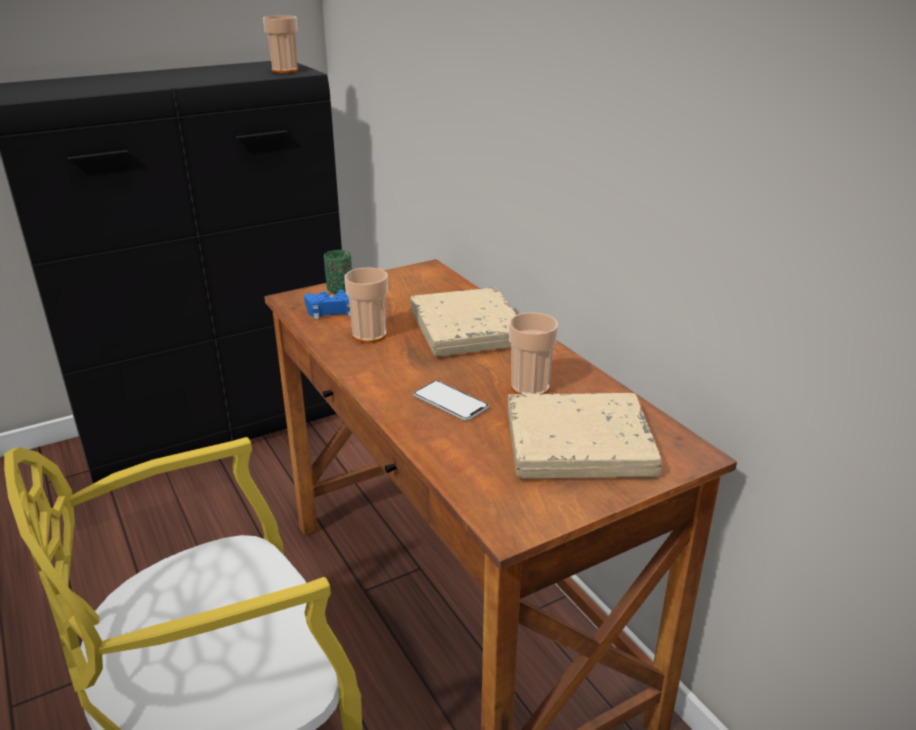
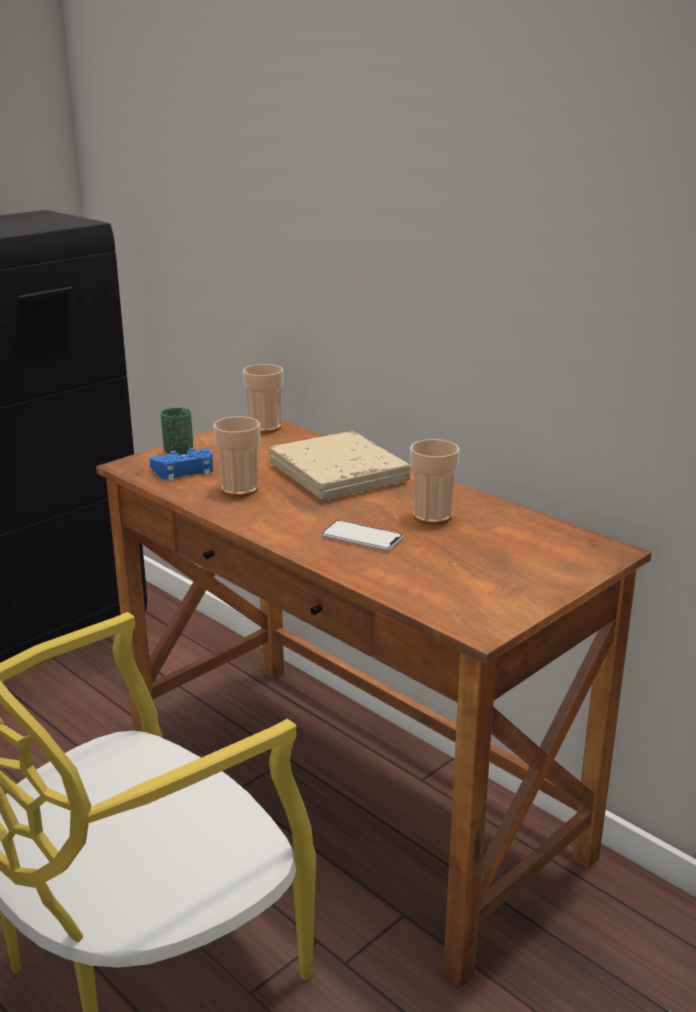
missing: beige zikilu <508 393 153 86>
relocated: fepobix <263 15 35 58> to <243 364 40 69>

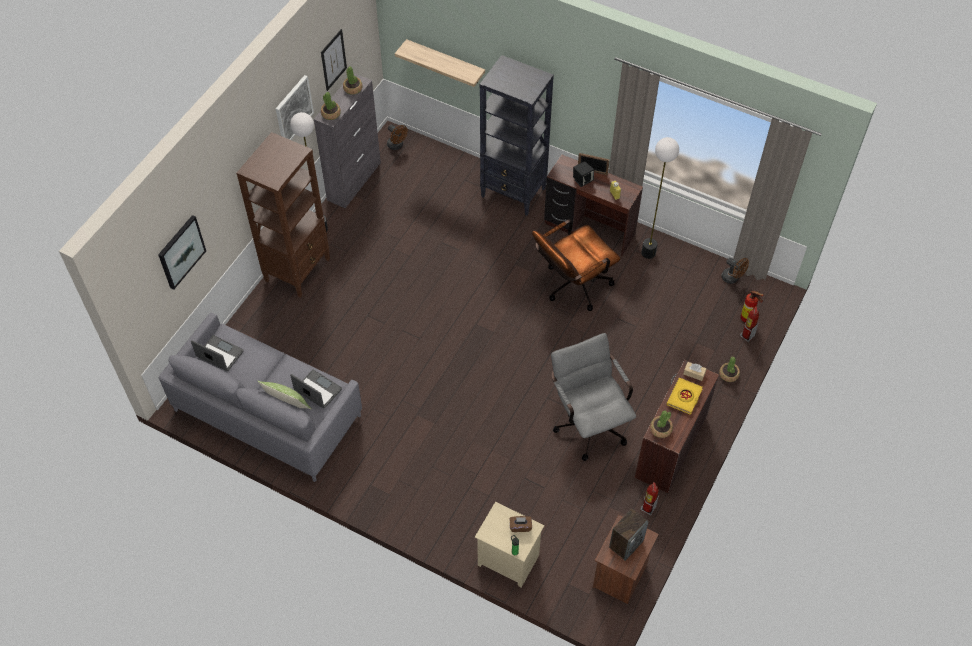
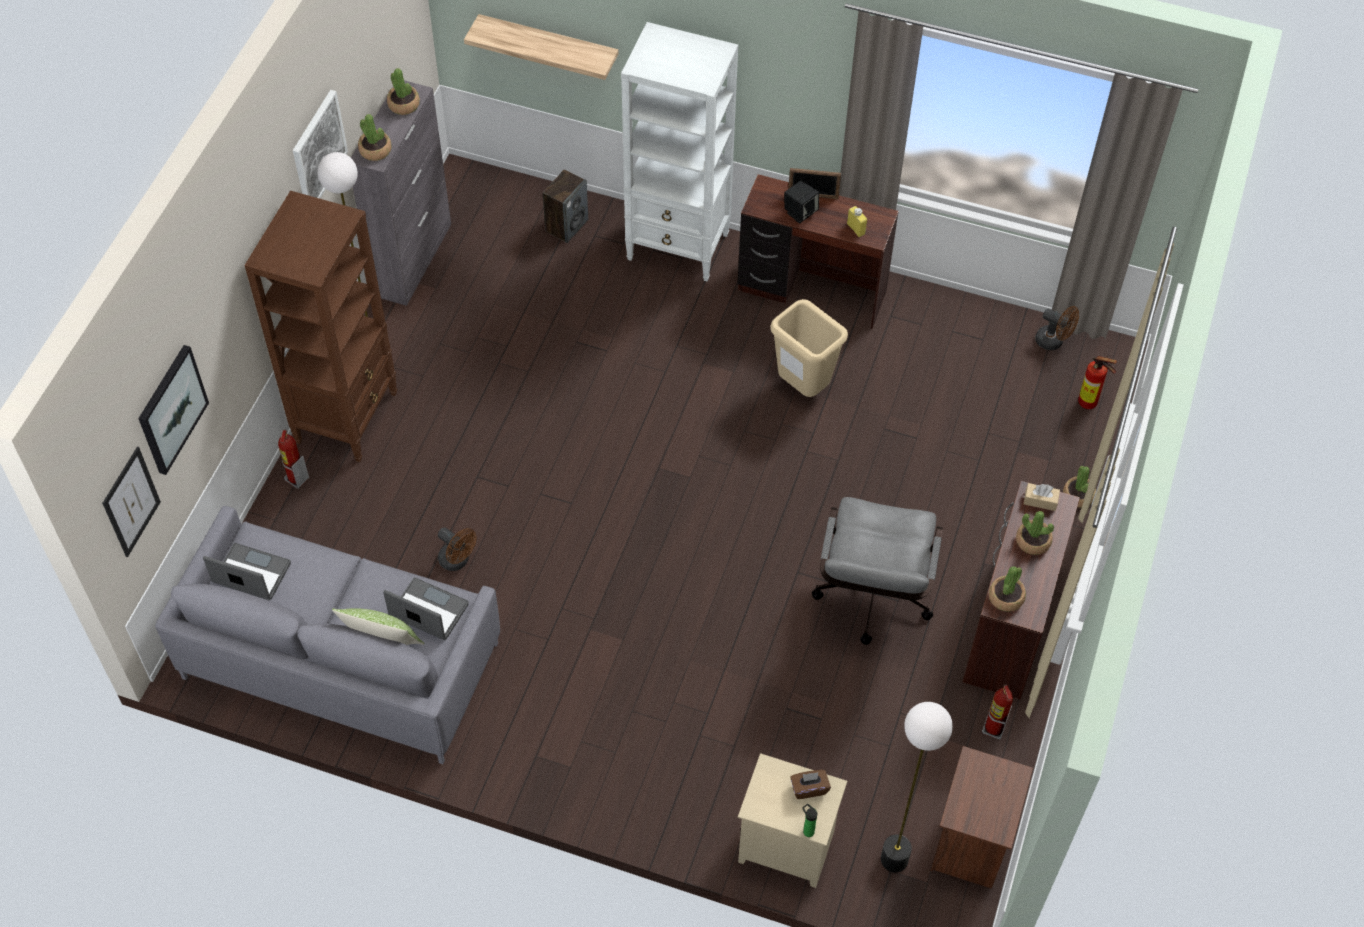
relocated: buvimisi <321 29 26 62> to <102 447 59 110>; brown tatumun <387 124 21 26> to <438 527 38 44>; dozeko <609 508 40 53> to <543 170 45 73>; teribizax <641 137 38 122> to <881 702 72 170>; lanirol <740 307 19 35> to <278 430 31 59>
exchanged: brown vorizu <532 219 88 92> to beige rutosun <770 299 78 98>; yellow zikilu <667 377 36 38> to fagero <1016 511 38 44>
colour: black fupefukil <480 55 74 161> to white fupefukil <621 22 117 260>
spun: grey vorizu <551 333 85 128> = <812 497 131 148> 135 degrees counterclockwise

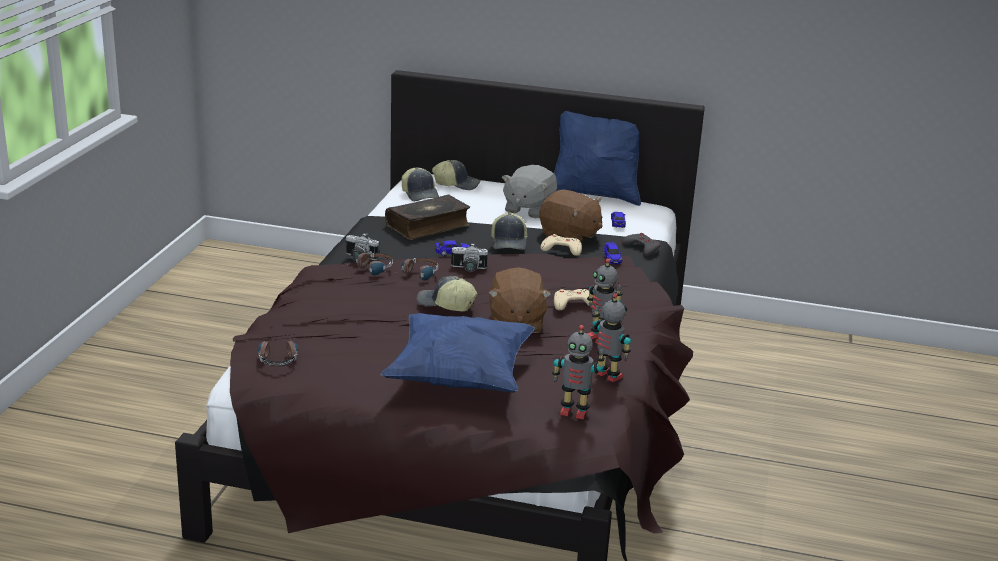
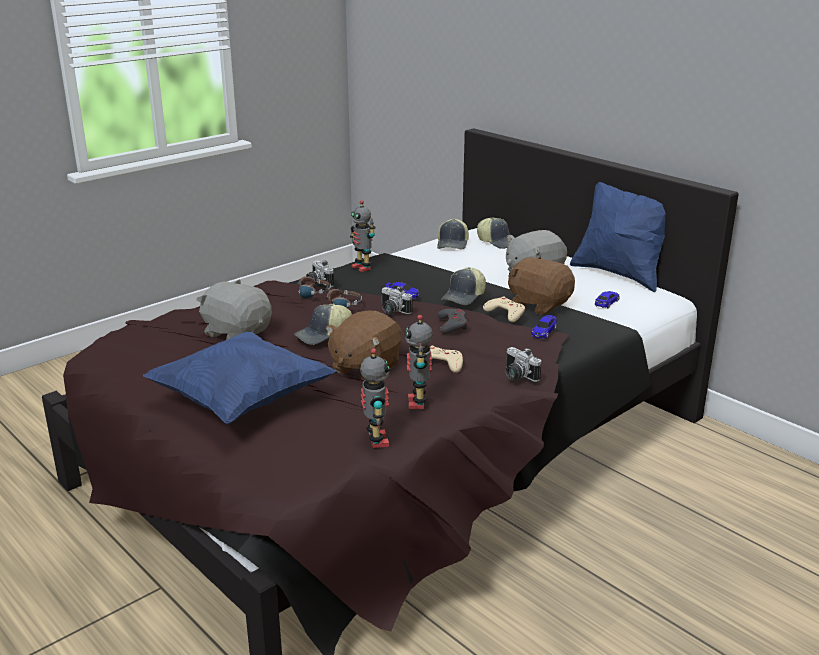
missing: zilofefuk <258 341 40 26>; zikilu <385 194 85 46>
appeared: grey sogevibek <197 279 75 61>; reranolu <506 347 35 35>
relocated: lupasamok <552 325 53 94> to <350 200 26 72>; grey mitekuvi <622 233 38 24> to <437 308 31 26>
spun: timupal <417 276 61 35> = <294 304 58 41> 90 degrees counterclockwise; brown sogevibek <539 190 64 52> = <508 256 67 59> 150 degrees clockwise

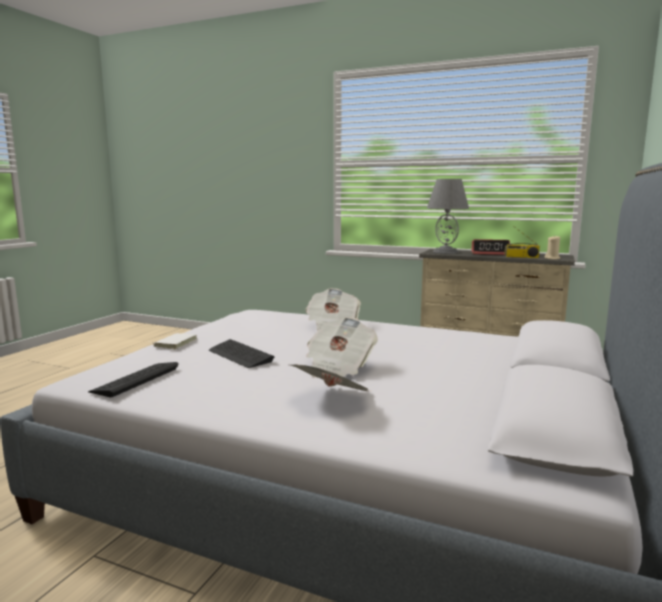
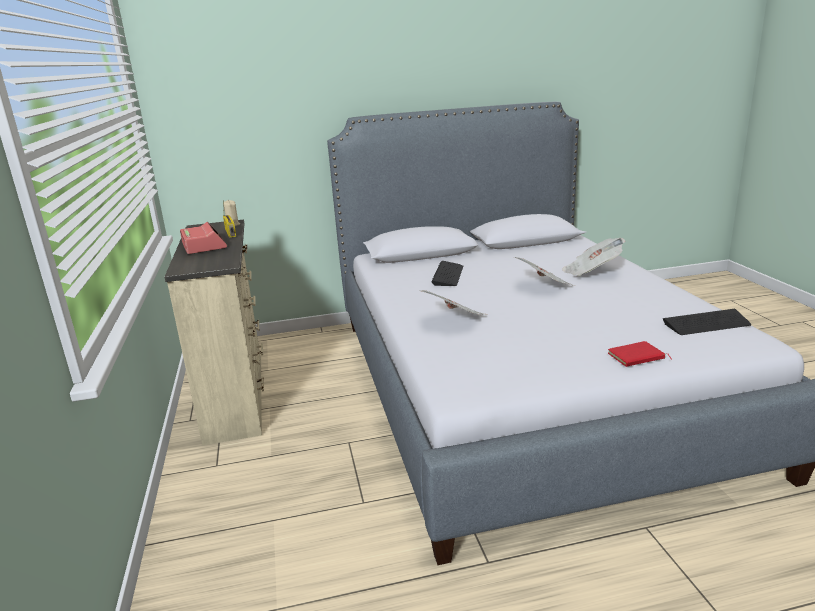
missing: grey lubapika <427 179 42 74>
relocated: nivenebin <209 339 66 29> to <431 261 32 25>
colour: white zikilu <152 333 45 16> to red zikilu <608 341 64 26>

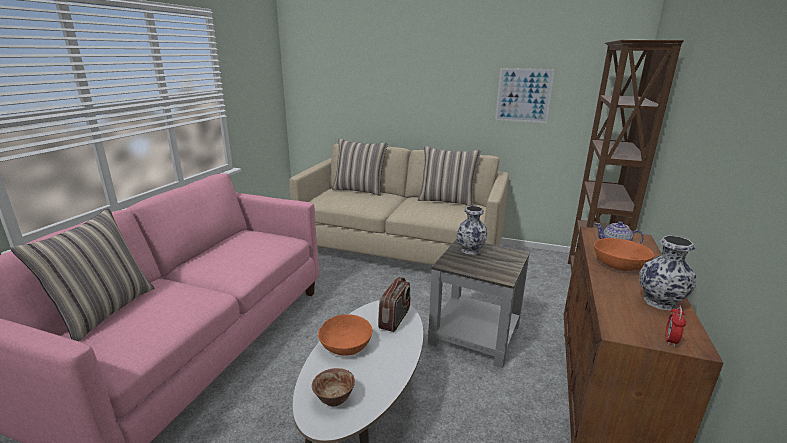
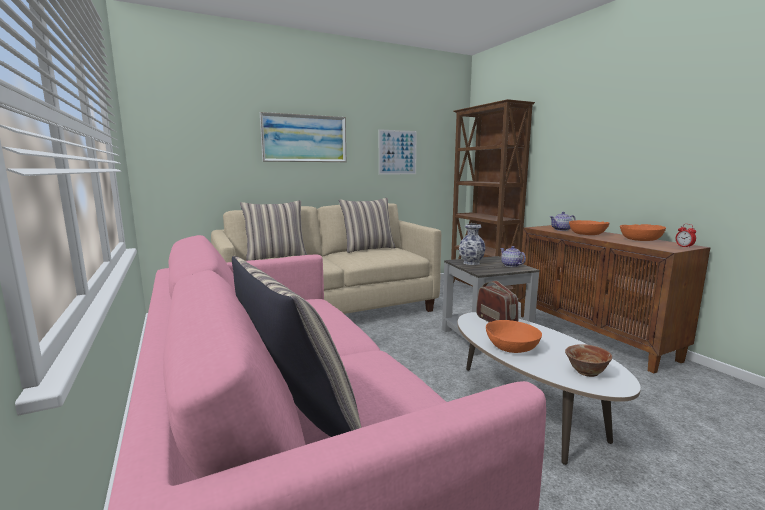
appeared: buvimisi <260 112 86 50>; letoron <500 246 26 21>
exchanged: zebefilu <639 236 57 75> to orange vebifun <620 224 46 17>

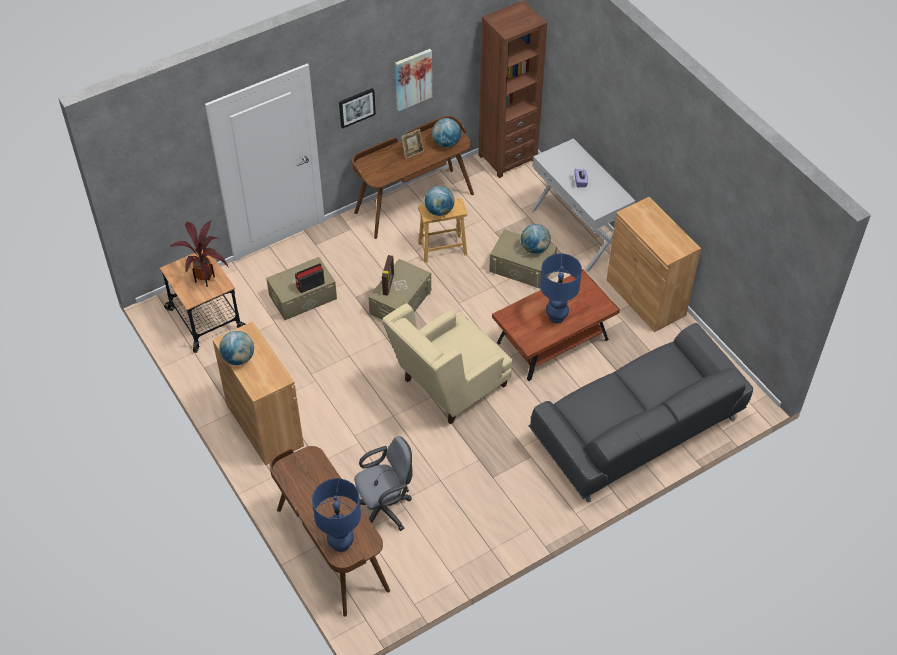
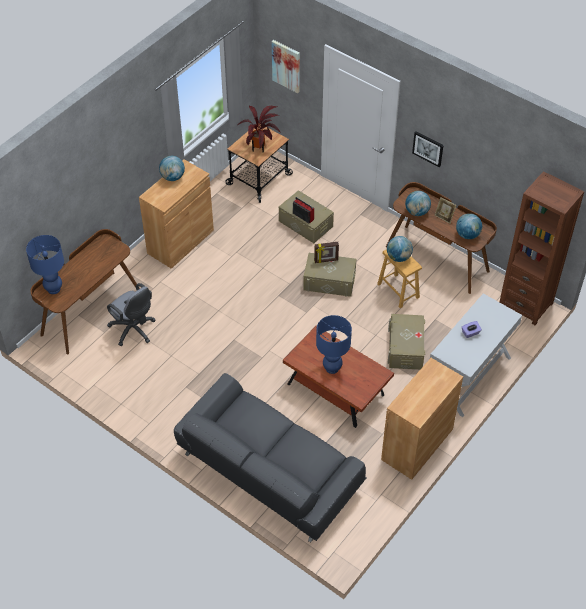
missing: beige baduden <382 303 130 121>
relocated: buvimisi <395 49 37 62> to <272 40 28 53>; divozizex <521 224 30 30> to <405 191 26 25>

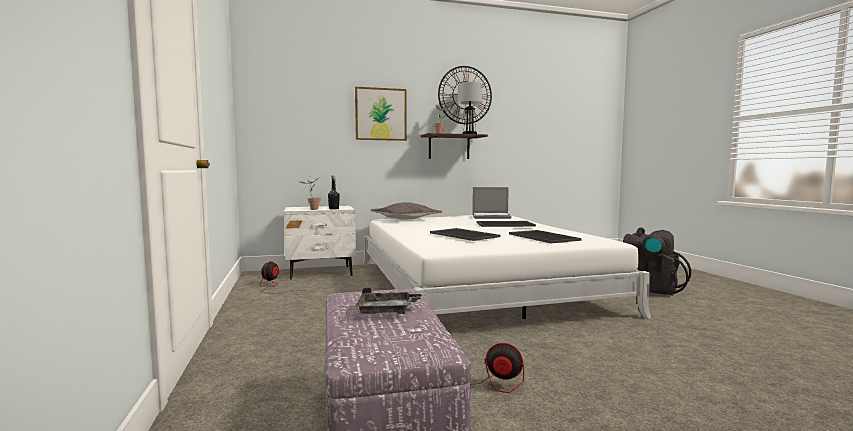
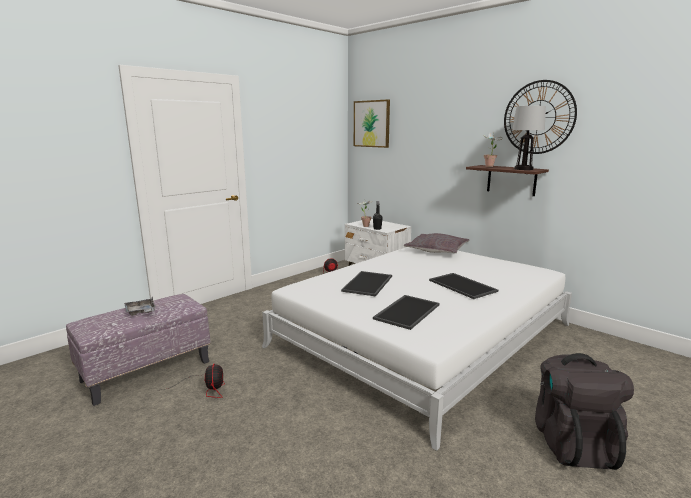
missing: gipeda <472 187 40 32>
relocated: buvimisi <355 87 52 54> to <354 99 36 49>

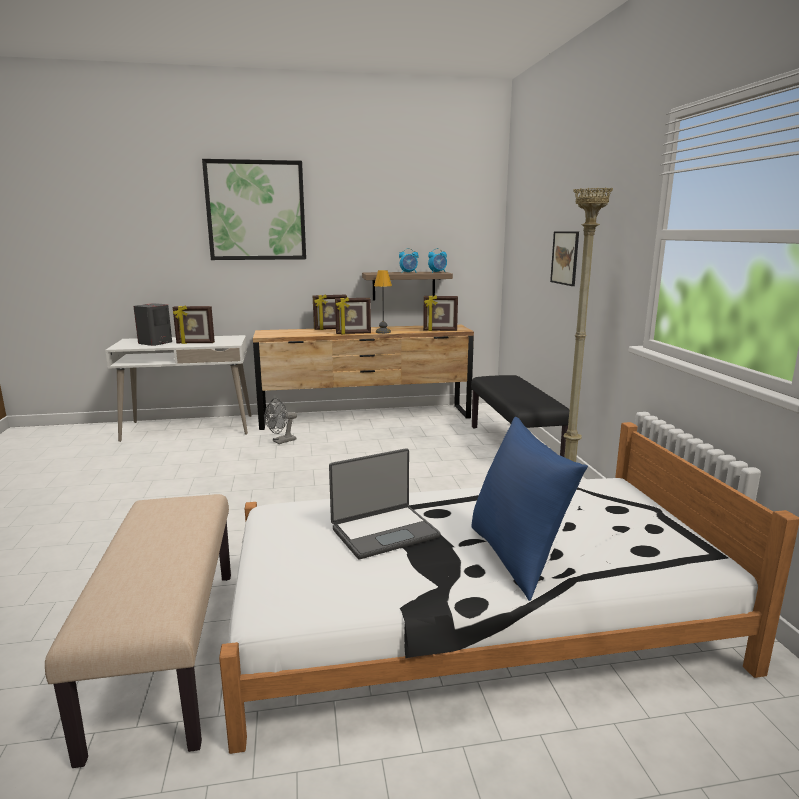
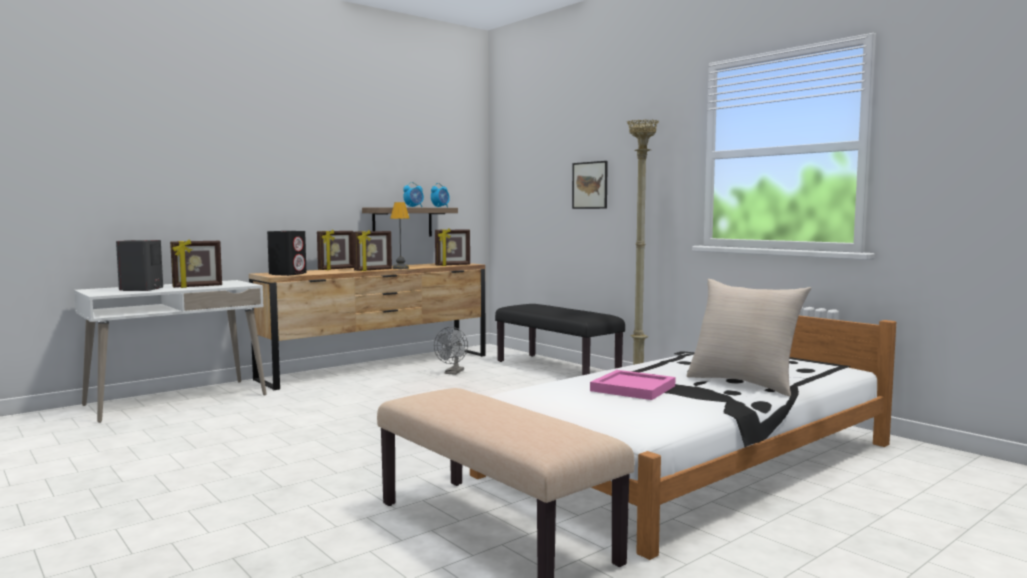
missing: buvimisi <202 159 104 101>
appeared: black dozeko <267 231 39 45>
relocated: grey tatumun <265 398 32 46> to <434 327 34 48>
exchanged: gipeda <329 448 111 111> to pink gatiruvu <590 370 85 30>
colour: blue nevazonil <471 417 117 184> to beige nevazonil <687 279 124 118>

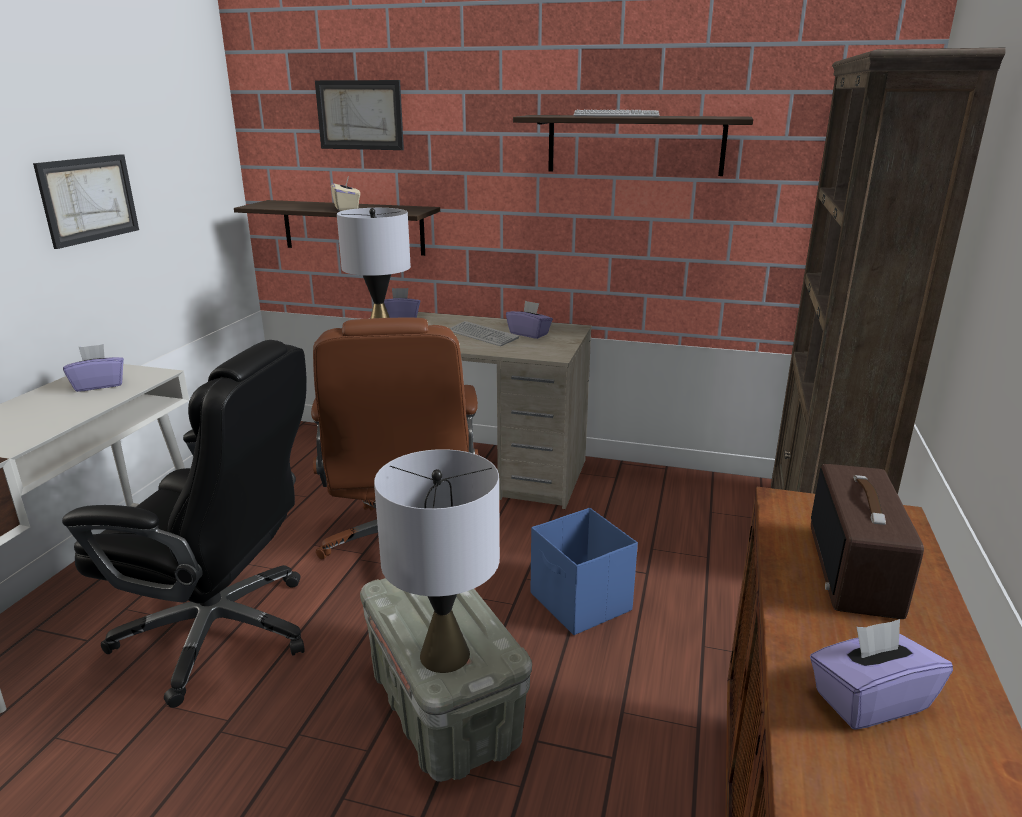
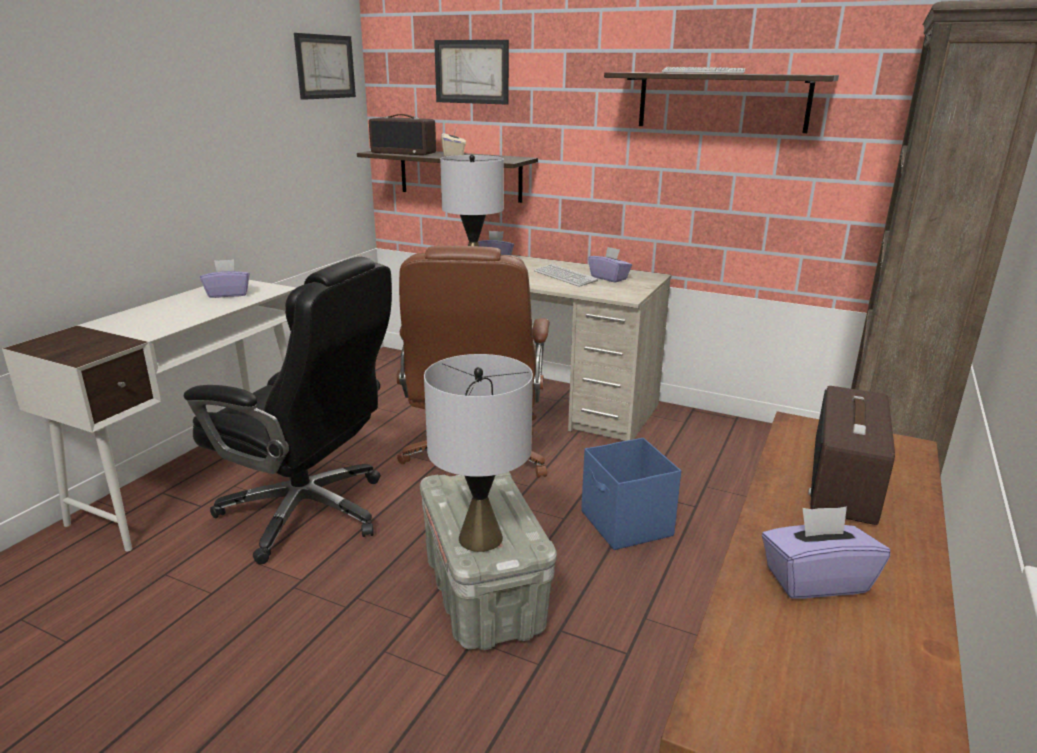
appeared: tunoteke <369 114 67 41>
relocated: buvimisi <33 154 106 95> to <294 33 62 67>

